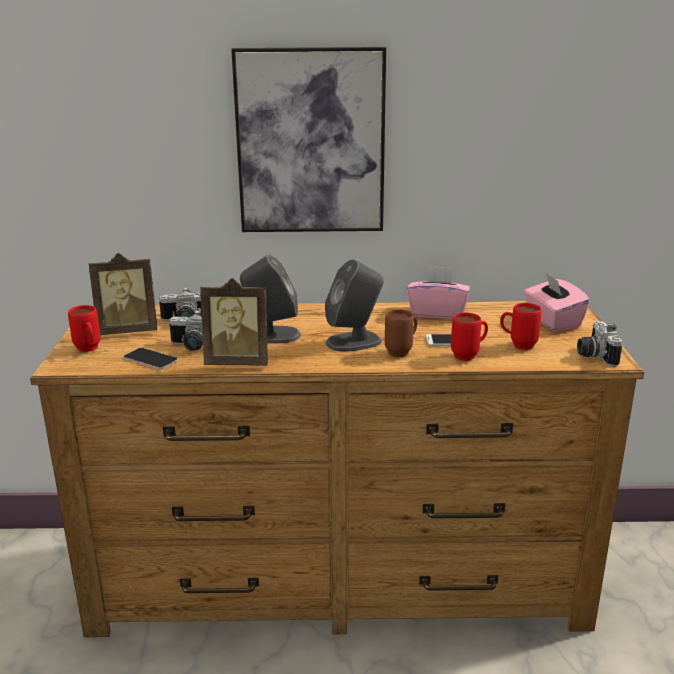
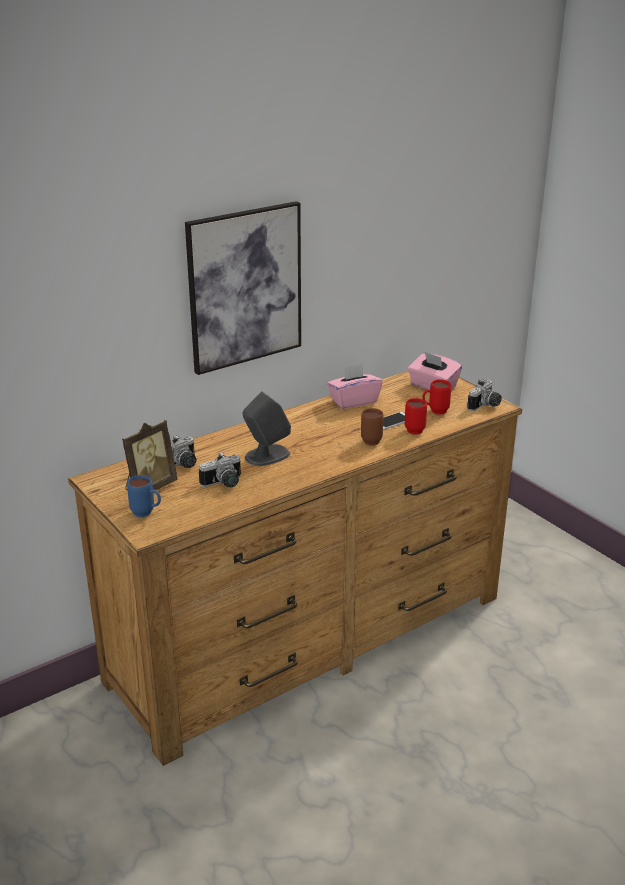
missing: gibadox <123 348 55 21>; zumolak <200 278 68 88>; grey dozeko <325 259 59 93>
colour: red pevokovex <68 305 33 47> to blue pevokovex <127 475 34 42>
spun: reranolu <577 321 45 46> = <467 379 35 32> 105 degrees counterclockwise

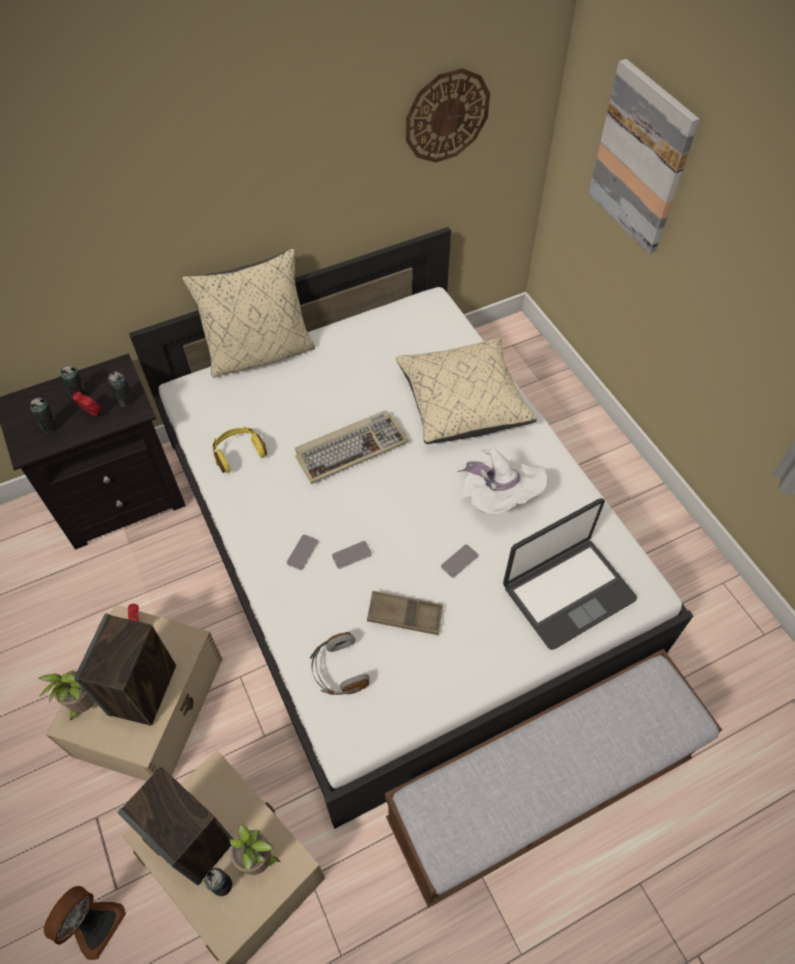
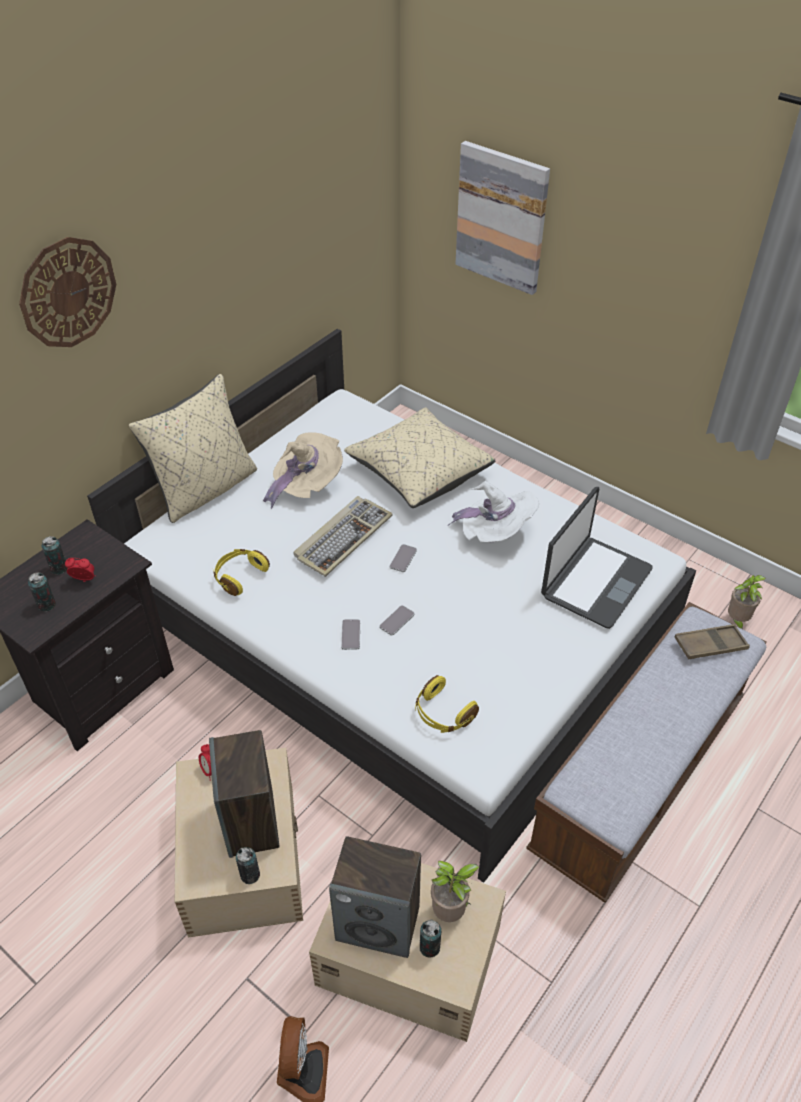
appeared: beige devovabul <263 433 80 76>
relocated: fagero <38 669 57 51> to <728 575 38 54>; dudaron <108 371 26 36> to <236 847 24 37>; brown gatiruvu <367 591 76 44> to <675 624 75 35>; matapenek <406 68 84 95> to <19 237 97 110>; gibadox <441 544 37 34> to <389 544 28 28>
colour: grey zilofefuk <310 632 59 63> to yellow zilofefuk <415 675 64 58>

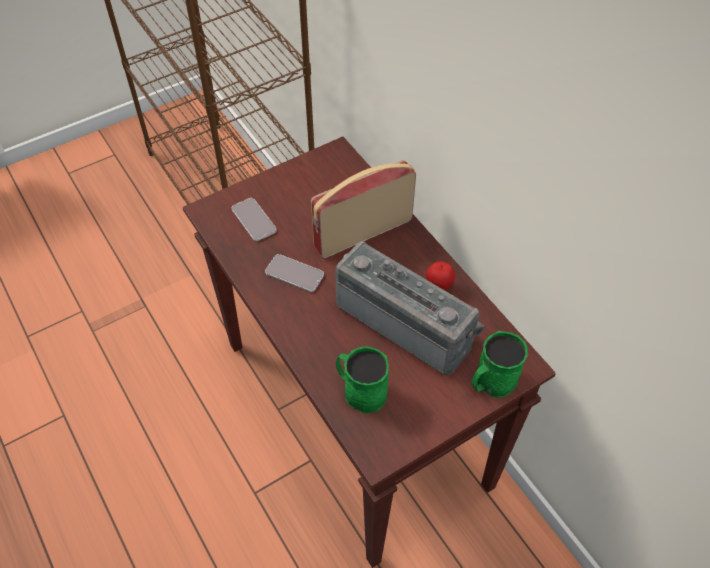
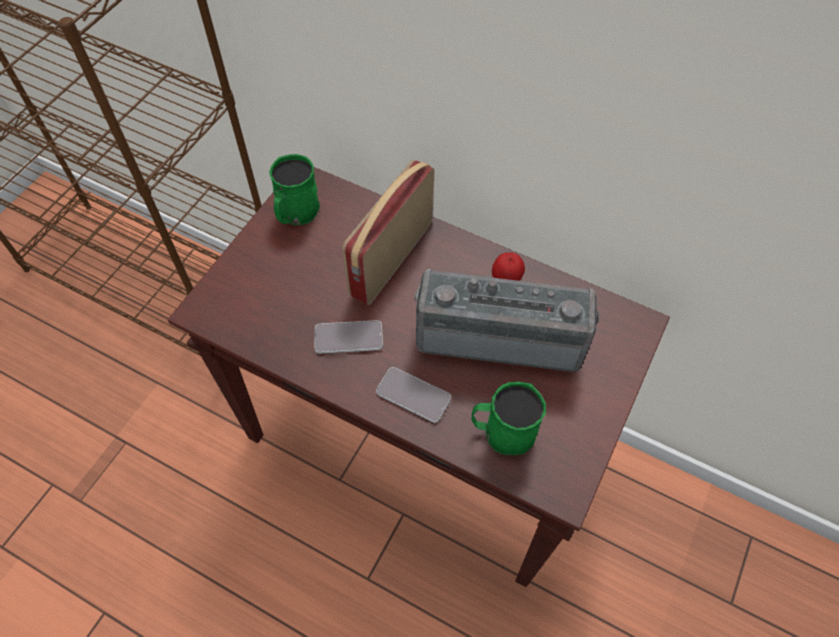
relocated: gibadox <231 198 46 43> to <376 367 75 56>; green pevokovex <472 331 56 67> to <269 154 51 71>

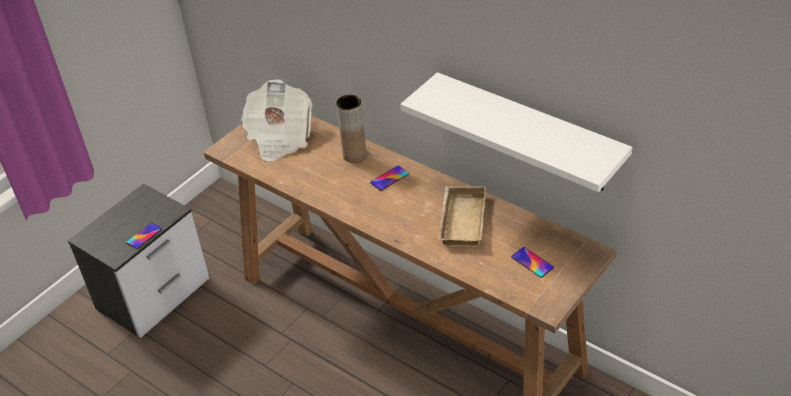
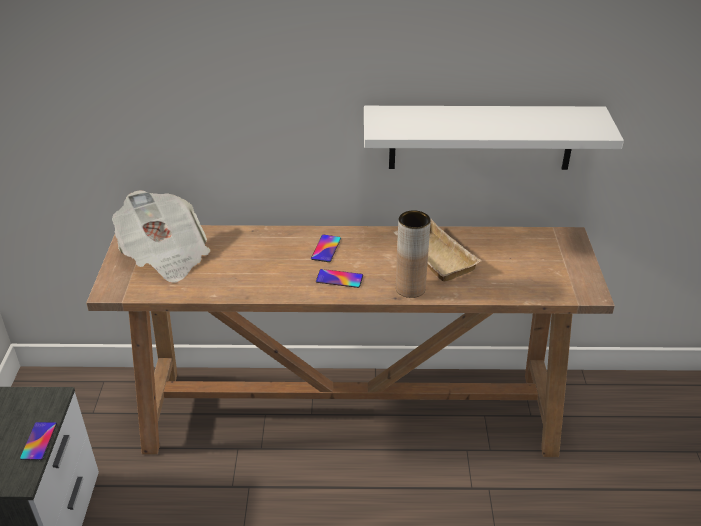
relocated: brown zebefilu <336 95 31 68> to <396 210 35 88>; gibadox <511 247 43 31> to <316 269 47 19>

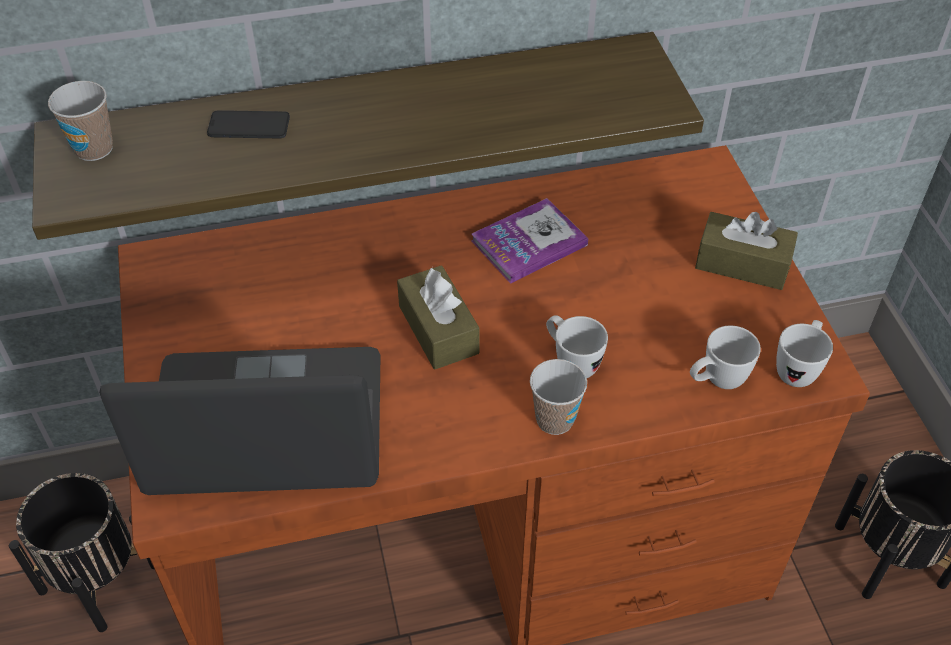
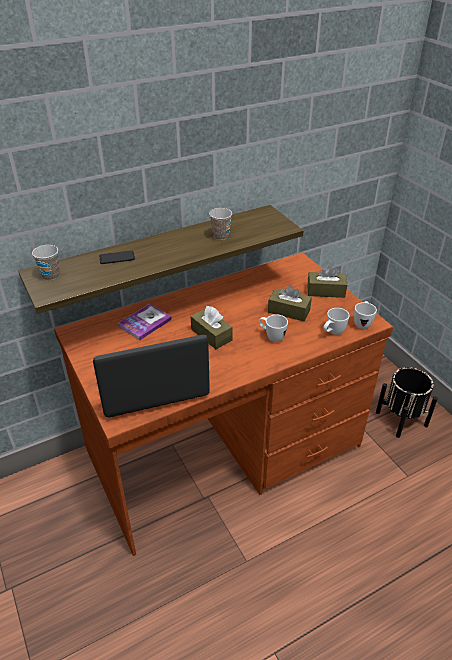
missing: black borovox <9 473 145 159>
appeared: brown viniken <268 285 44 36>
relocated: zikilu <471 198 117 86> to <118 304 54 37>; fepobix <530 359 57 76> to <209 208 23 32>

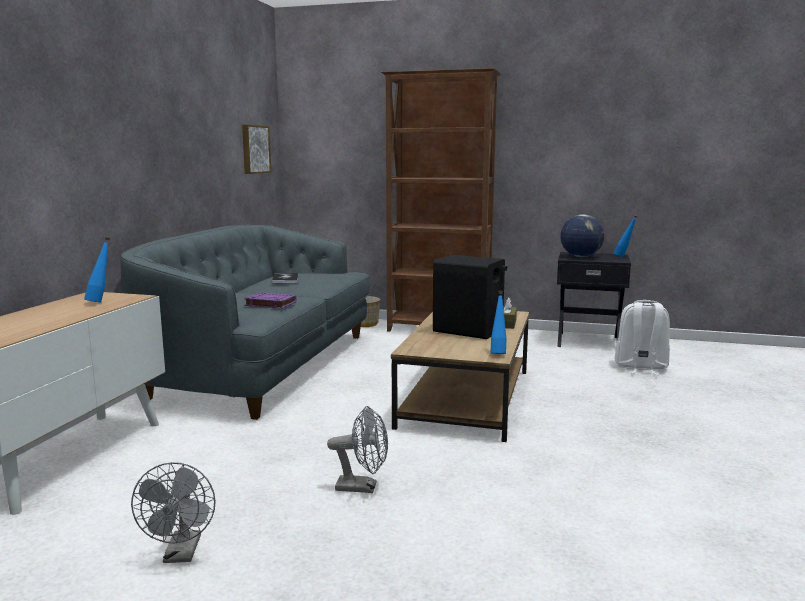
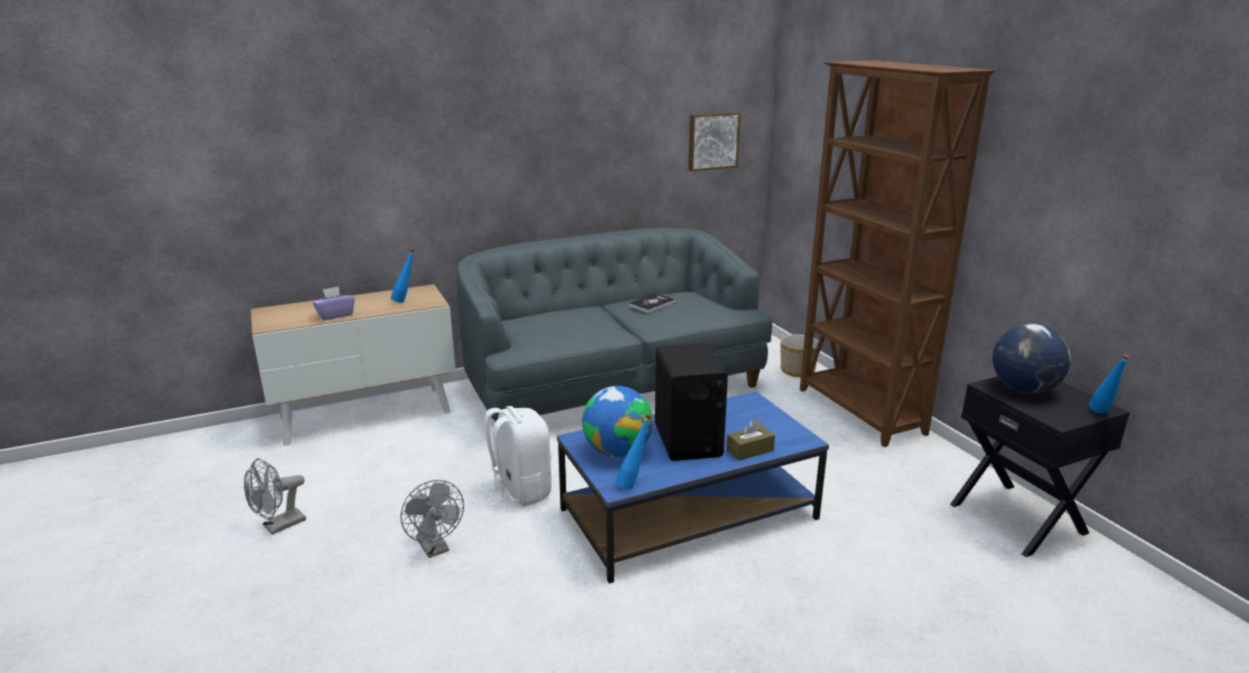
missing: purple zikilu <244 293 53 16>
appeared: purple viniken <313 286 42 34>; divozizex <582 386 71 71>
relocated: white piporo <614 300 56 75> to <479 406 72 101>
colour: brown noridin <391 311 138 131> to blue noridin <557 391 272 193>

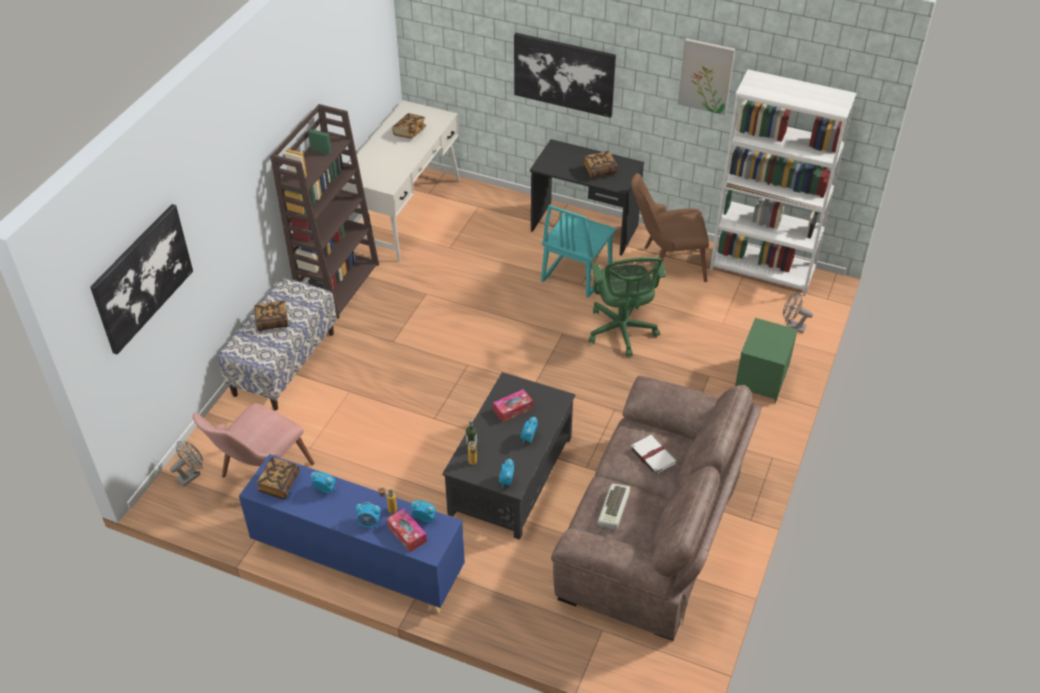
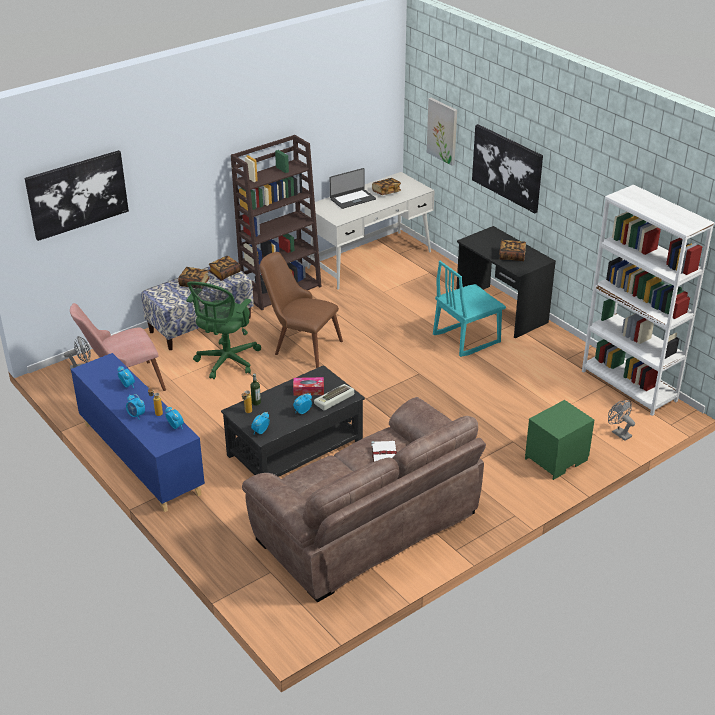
missing: viniken <387 508 40 44>
appeared: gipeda <330 168 46 41>
relocated: zikilu <256 457 44 42> to <209 256 31 24>; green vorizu <589 257 77 100> to <186 281 75 98>; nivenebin <598 484 32 46> to <314 384 40 26>; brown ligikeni <631 173 78 109> to <260 252 83 116>; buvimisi <678 38 57 77> to <427 98 30 68>

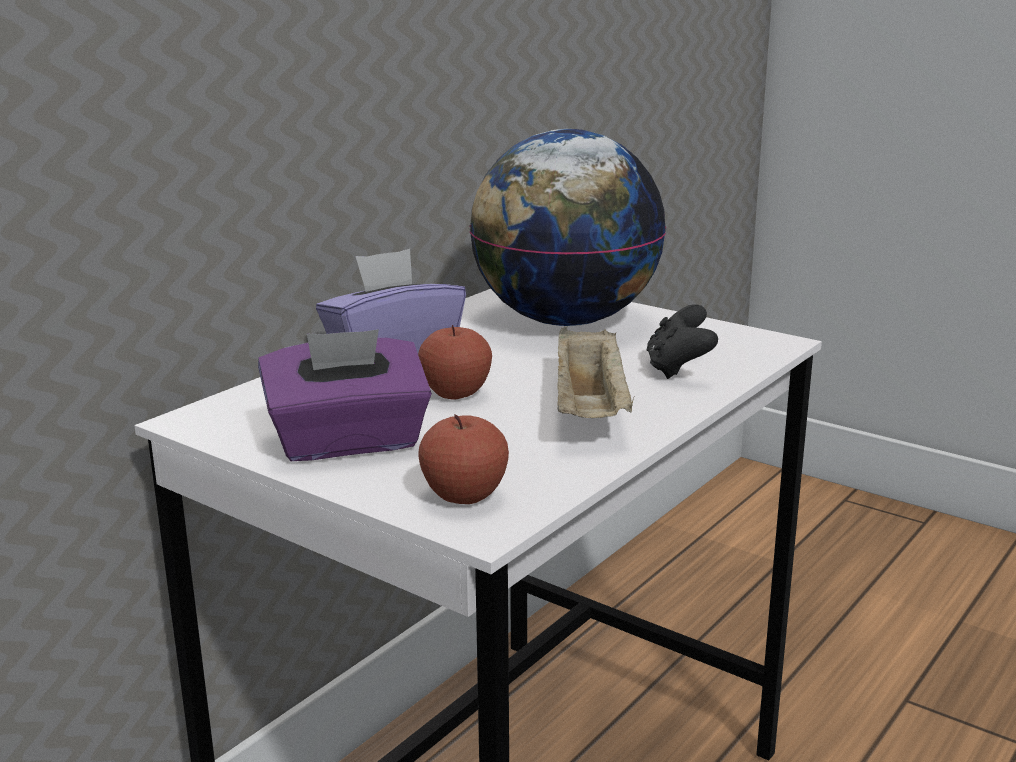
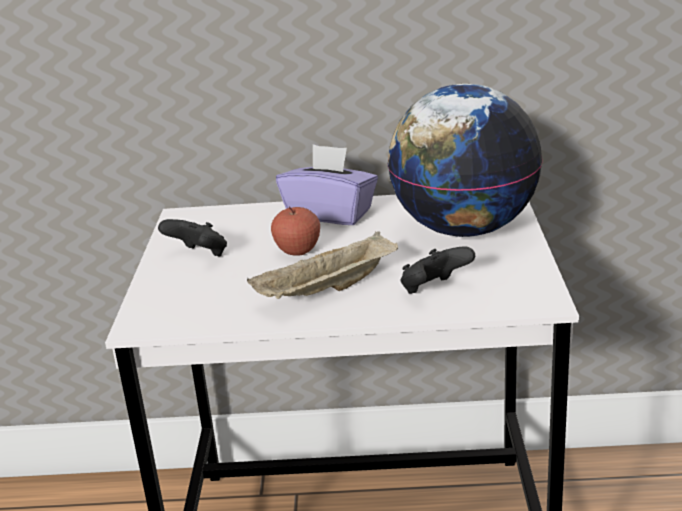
missing: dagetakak <419 414 90 90>
exchanged: purple viniken <258 329 174 132> to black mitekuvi <158 219 69 38>

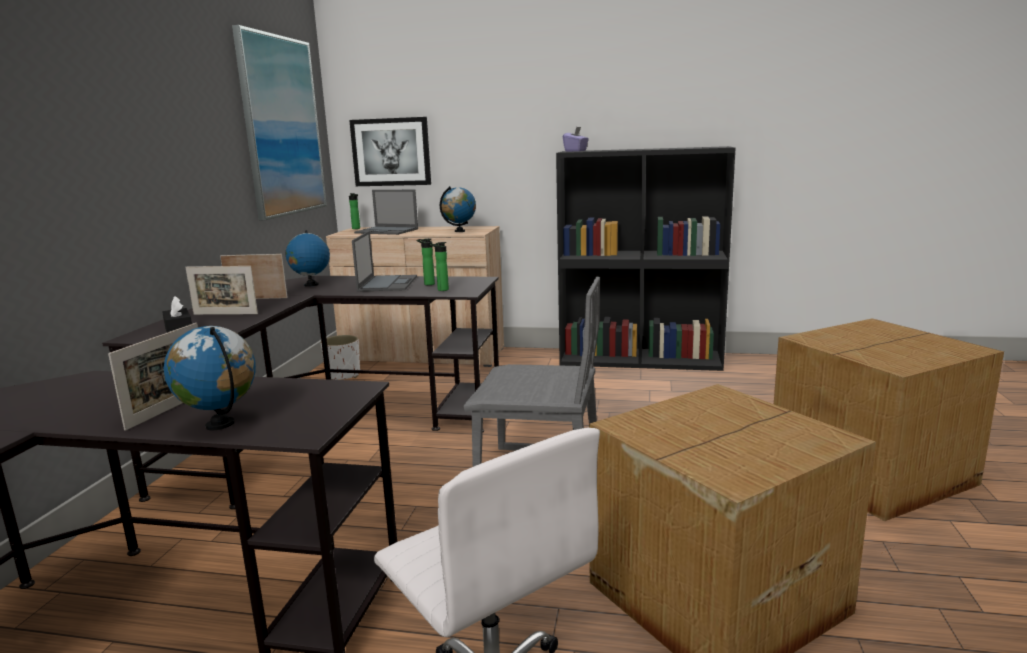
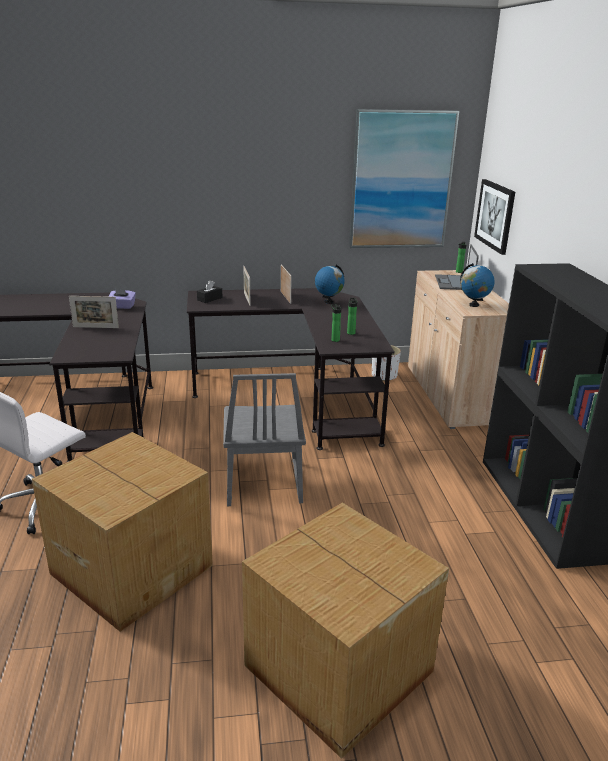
missing: divozizex <164 326 92 104>; gipeda <352 231 65 61>
relocated: purple viniken <563 127 26 25> to <108 288 28 21>

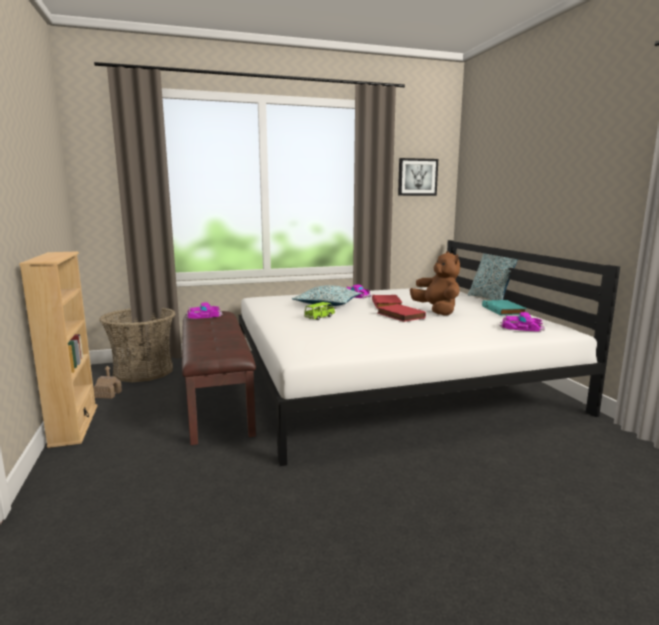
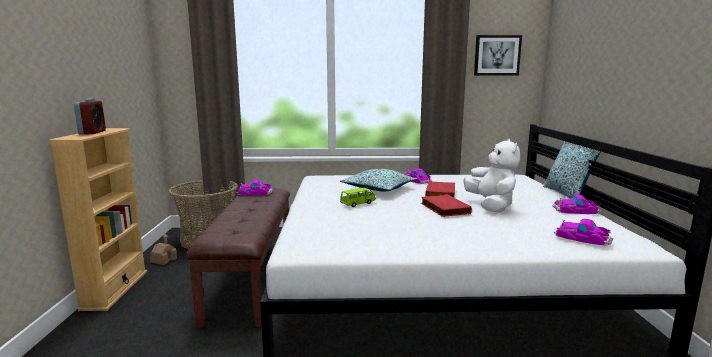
appeared: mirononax <74 98 32 37>
exchanged: turquoise zikilu <482 300 45 15> to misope <552 195 49 19>
colour: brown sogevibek <410 251 50 65> to white sogevibek <464 139 56 74>

